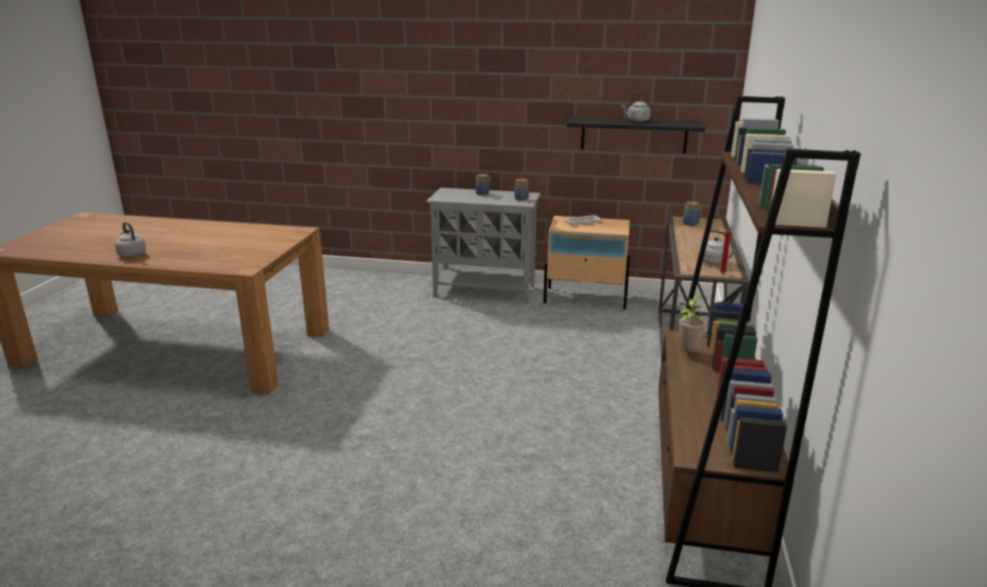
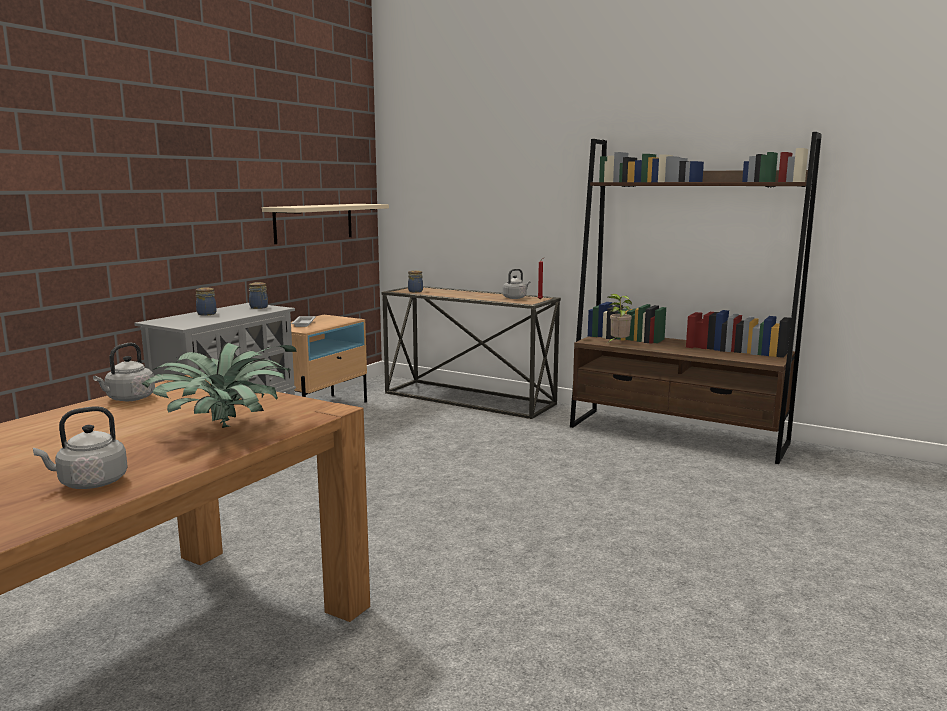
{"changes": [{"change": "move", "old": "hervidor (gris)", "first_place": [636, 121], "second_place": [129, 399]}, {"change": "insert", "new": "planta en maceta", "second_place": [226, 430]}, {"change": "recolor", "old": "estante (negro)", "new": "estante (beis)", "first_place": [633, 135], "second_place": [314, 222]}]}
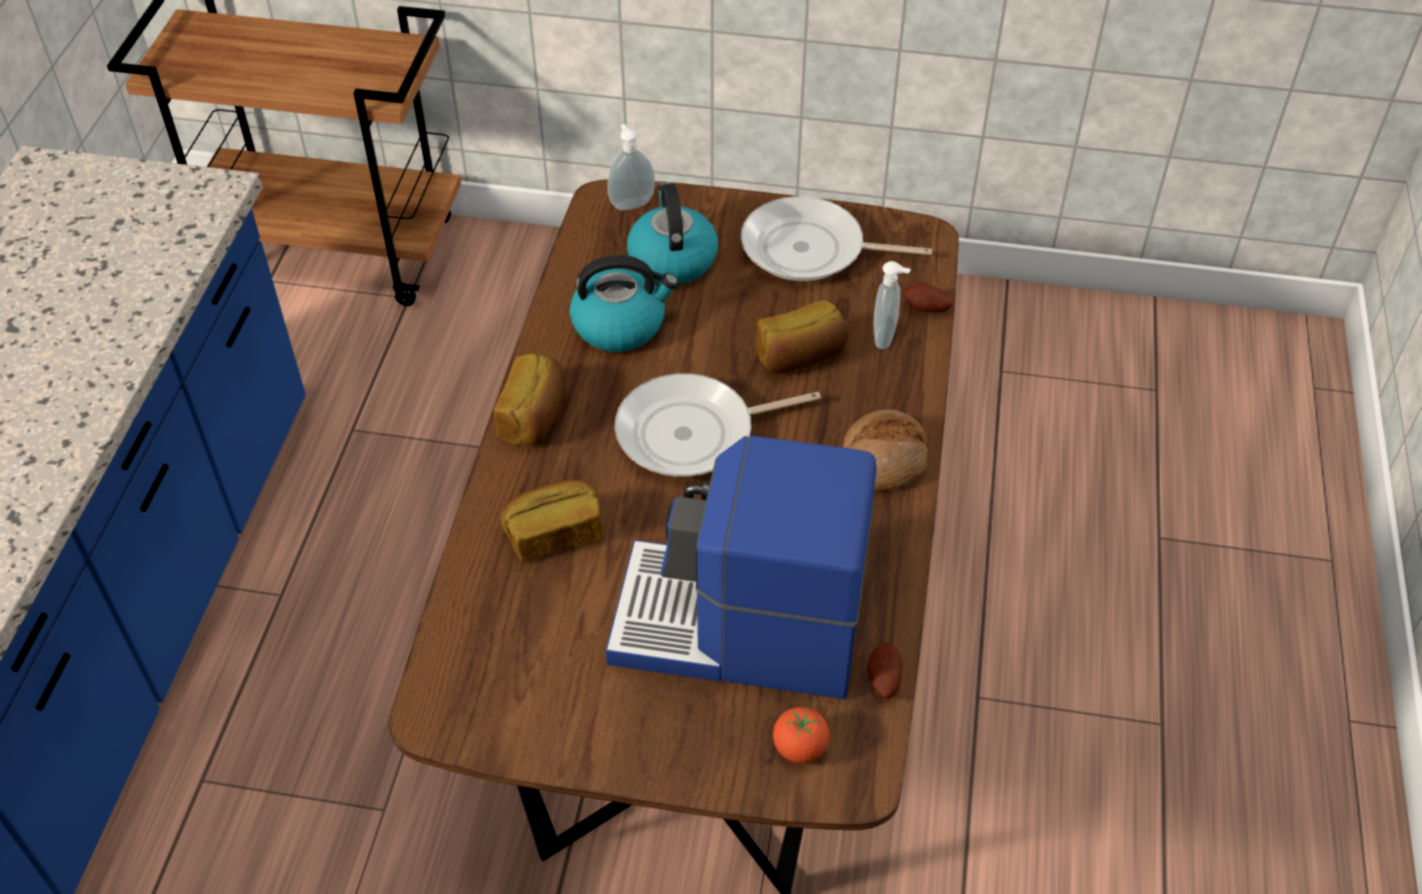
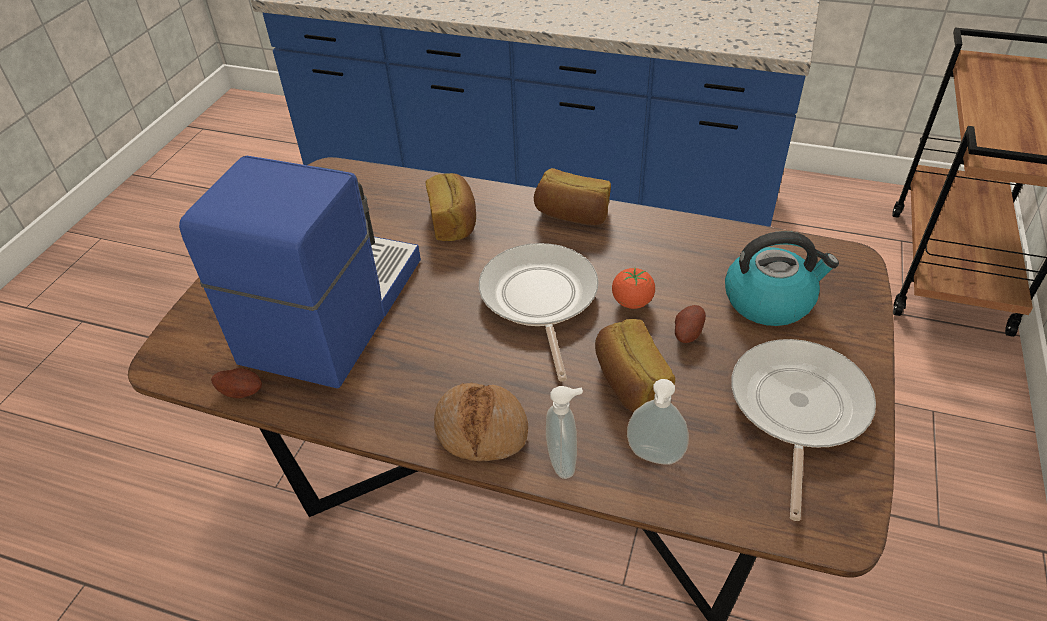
{"changes": [{"change": "move", "old": "dispensador de jabón", "first_place": [631, 203], "second_place": [564, 461]}, {"change": "move", "old": "tomate", "first_place": [800, 748], "second_place": [632, 302]}, {"change": "move", "old": "patata", "first_place": [926, 309], "second_place": [687, 333]}, {"change": "delete", "old": "hervidor", "first_place": [620, 325]}]}
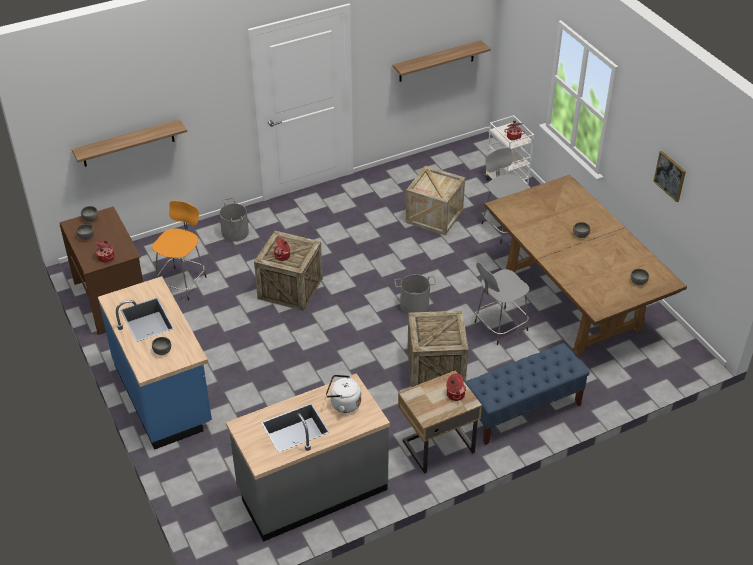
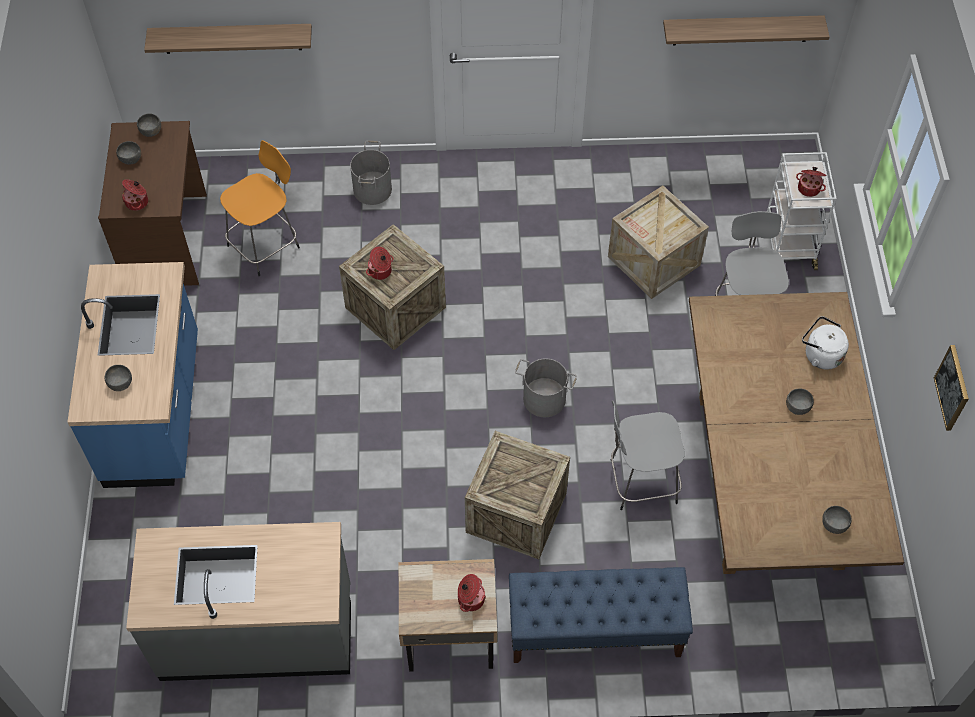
{"changes": [{"change": "move", "old": "hervidor (blanco)", "first_place": [343, 404], "second_place": [820, 354]}]}
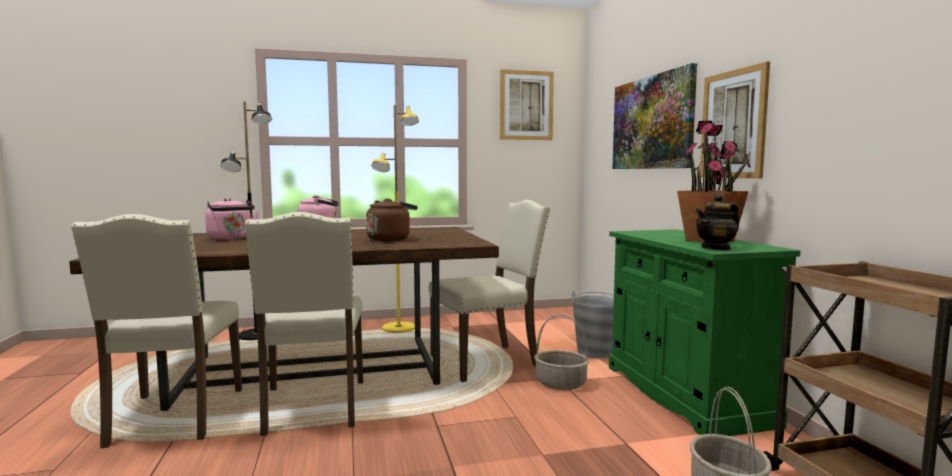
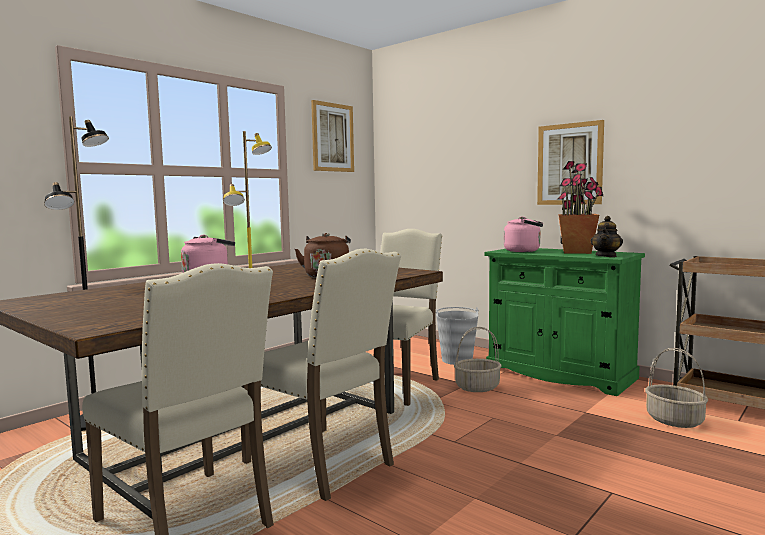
{"changes": [{"change": "move", "old": "hervidor (rosa)", "first_place": [231, 238], "second_place": [524, 251]}, {"change": "delete", "old": "cuadro", "first_place": [651, 123]}]}
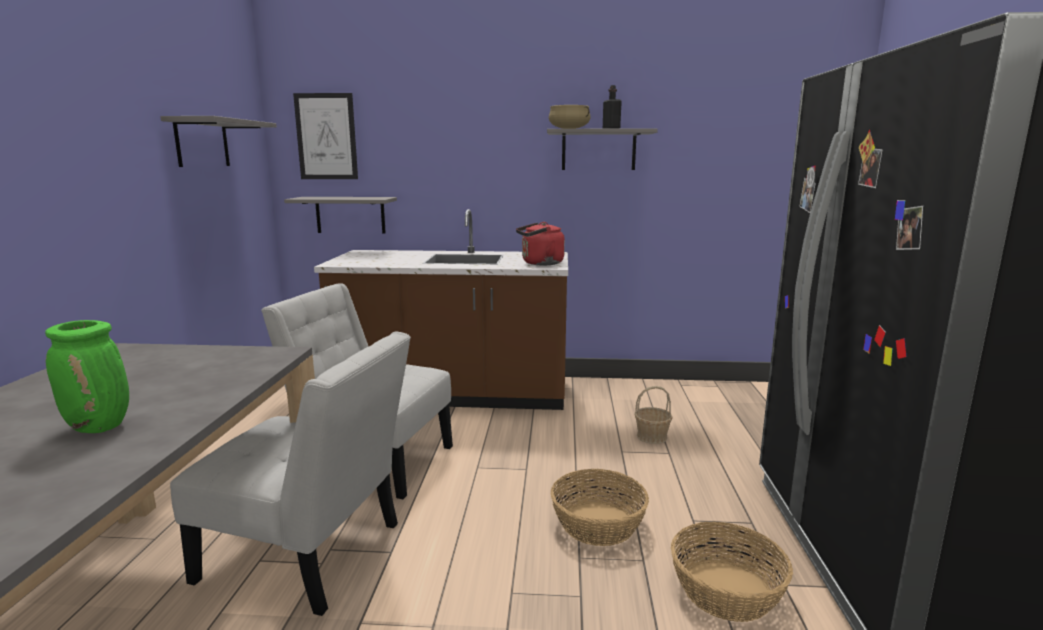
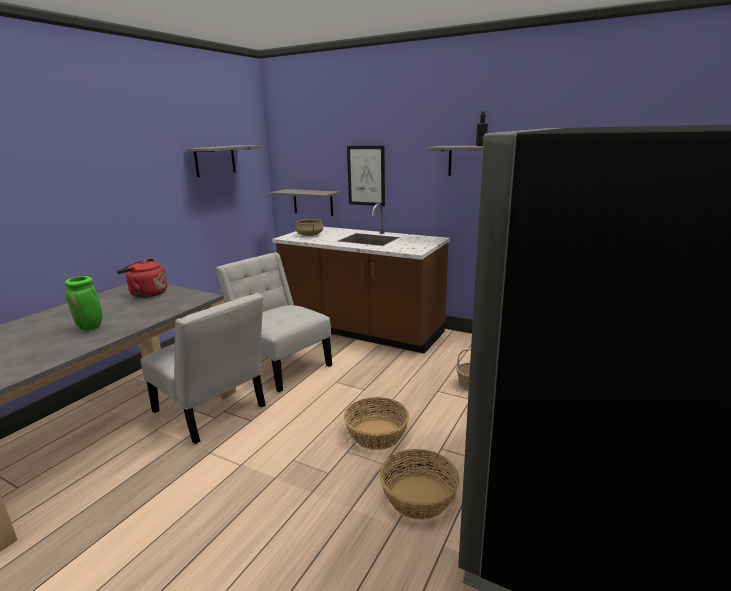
{"changes": [{"change": "move", "old": "hervidor (rojo)", "first_place": [540, 263], "second_place": [146, 294]}, {"change": "move", "old": "olla (beis)", "first_place": [569, 129], "second_place": [310, 235]}, {"change": "move", "old": "cuadro", "first_place": [326, 136], "second_place": [366, 176]}]}
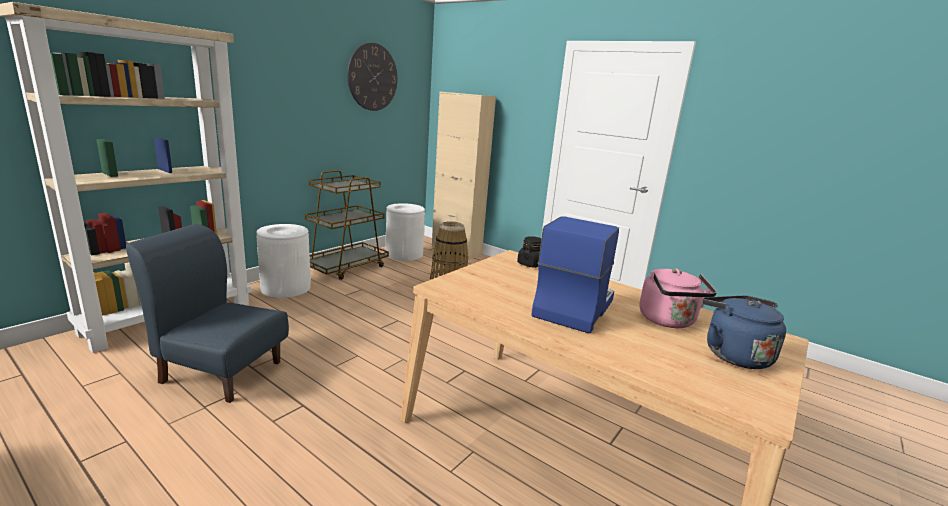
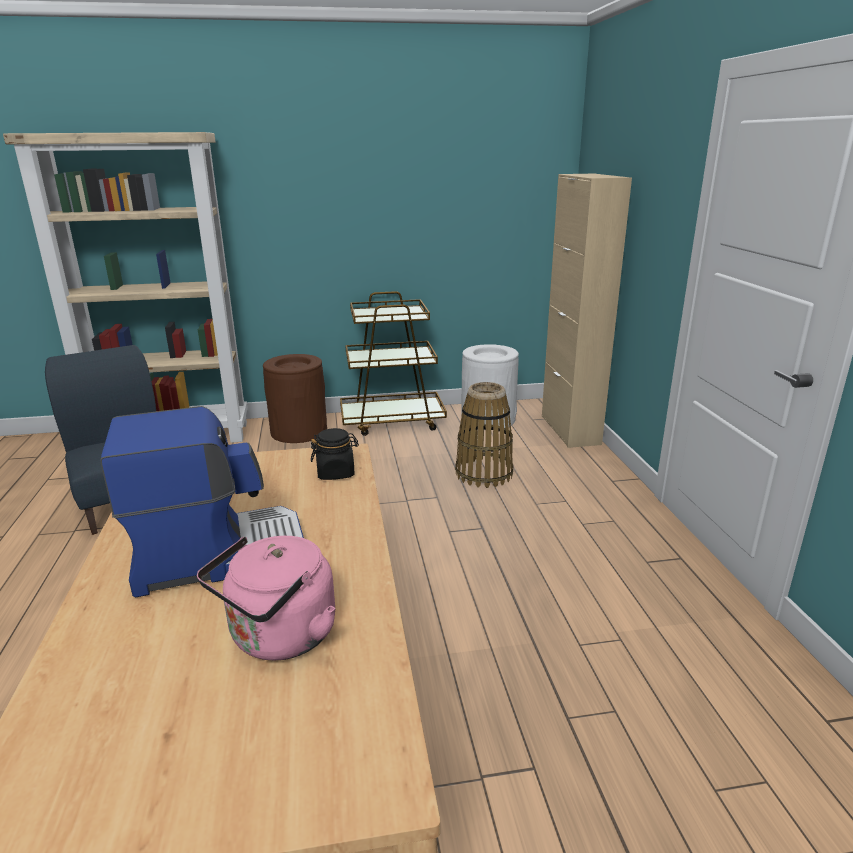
{"changes": [{"change": "recolor", "old": "papelera (blanco)", "new": "papelera (marrón)", "first_place": [286, 288], "second_place": [299, 431]}, {"change": "delete", "old": "reloj de pared", "first_place": [372, 77]}, {"change": "delete", "old": "hervidor (azul)", "first_place": [733, 354]}]}
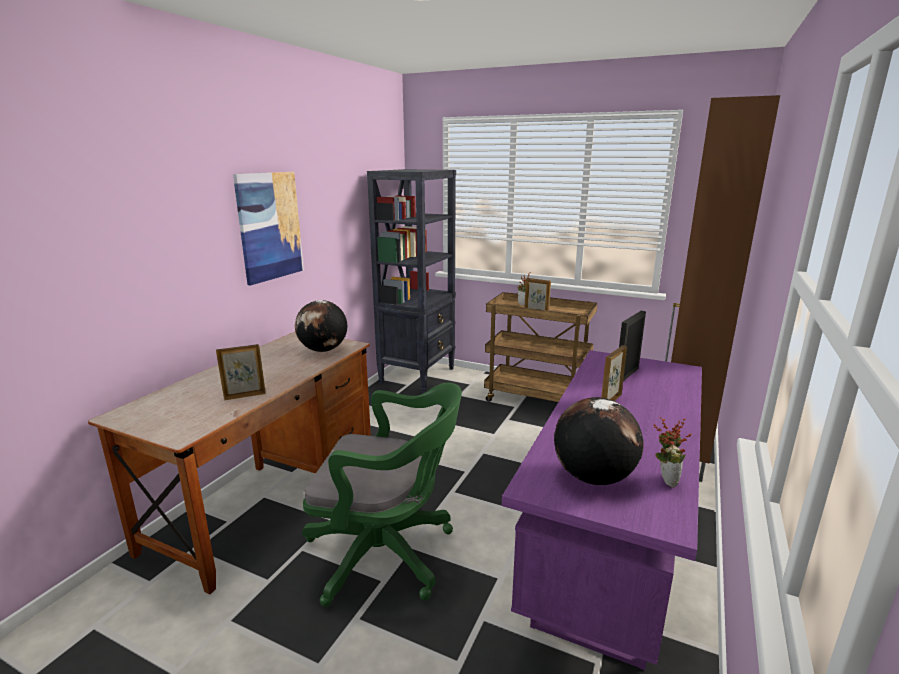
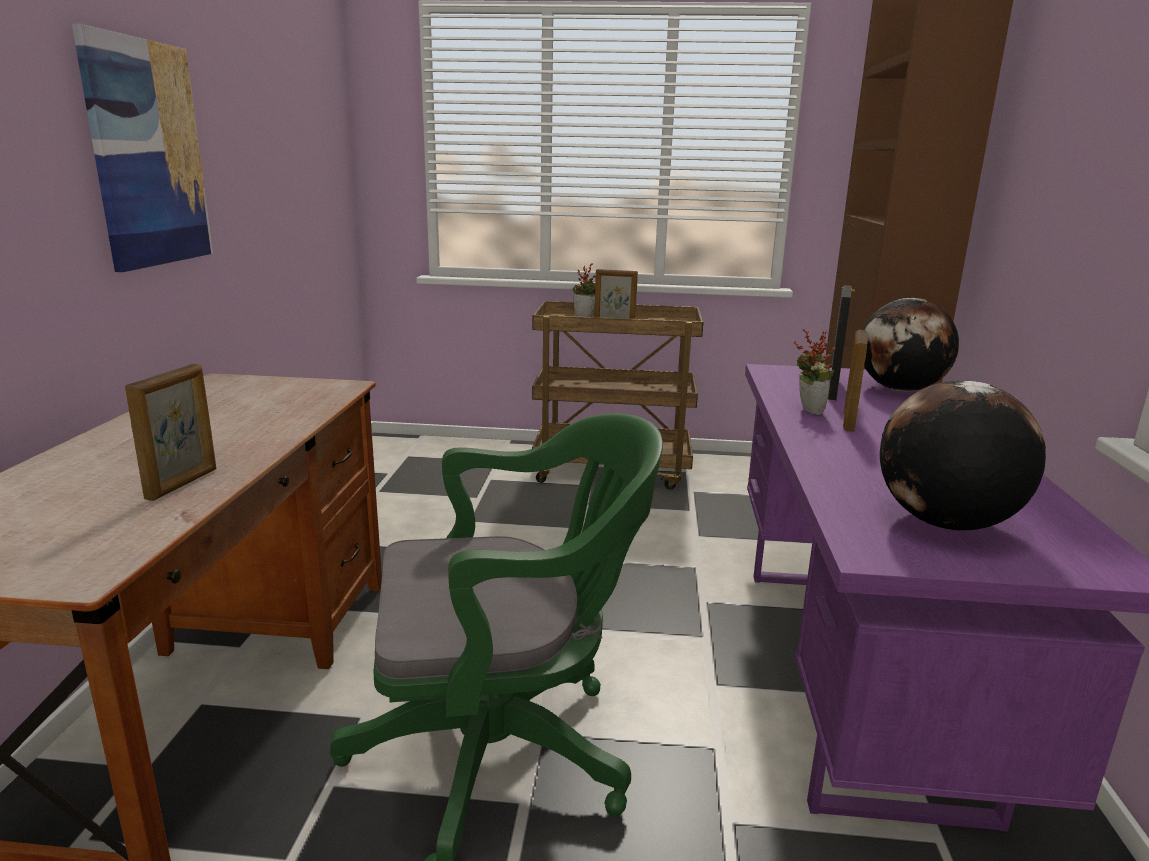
{"changes": [{"change": "rotate", "old": "portarretratos", "first_place": [244, 396], "second_place": [183, 484], "degrees": 150}, {"change": "move", "old": "planta en maceta", "first_place": [665, 479], "second_place": [807, 410]}, {"change": "move", "old": "globo terráqueo", "first_place": [323, 350], "second_place": [900, 389]}, {"change": "delete", "old": "estantería (negro)", "first_place": [418, 375]}]}
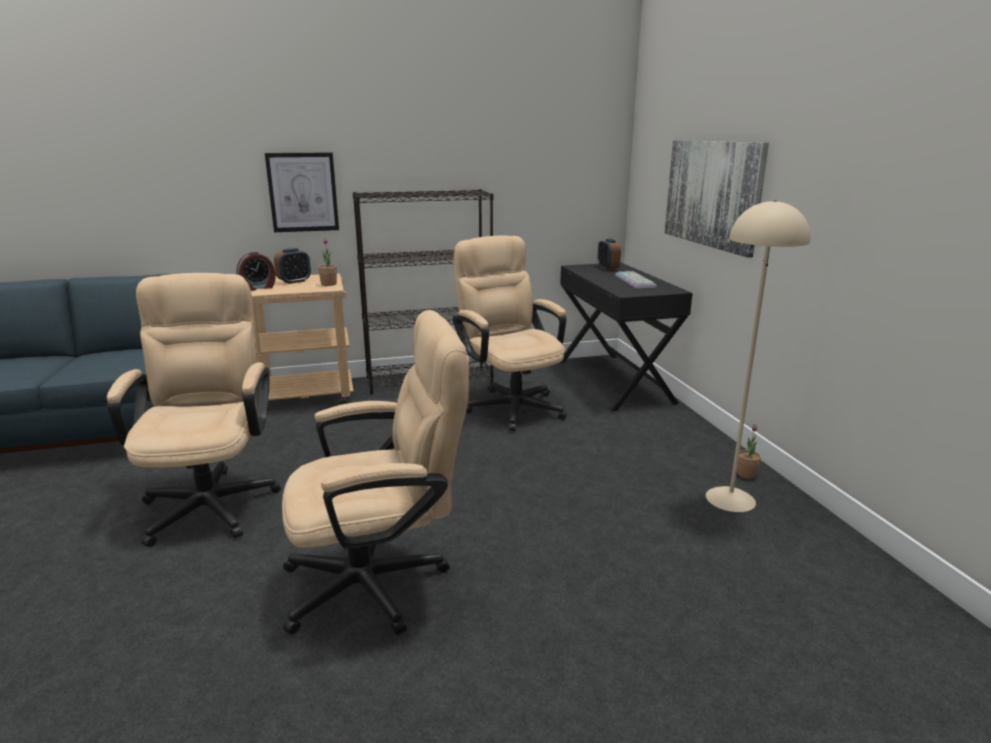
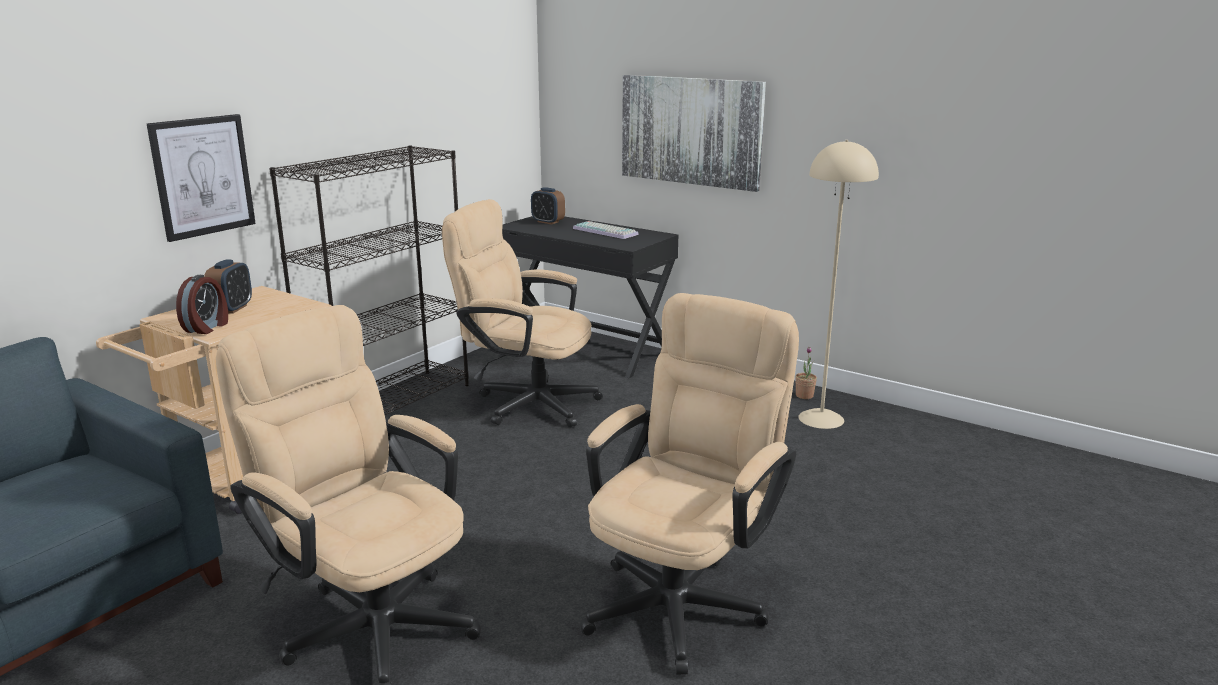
{"changes": [{"change": "delete", "old": "planta en maceta", "first_place": [329, 284]}]}
